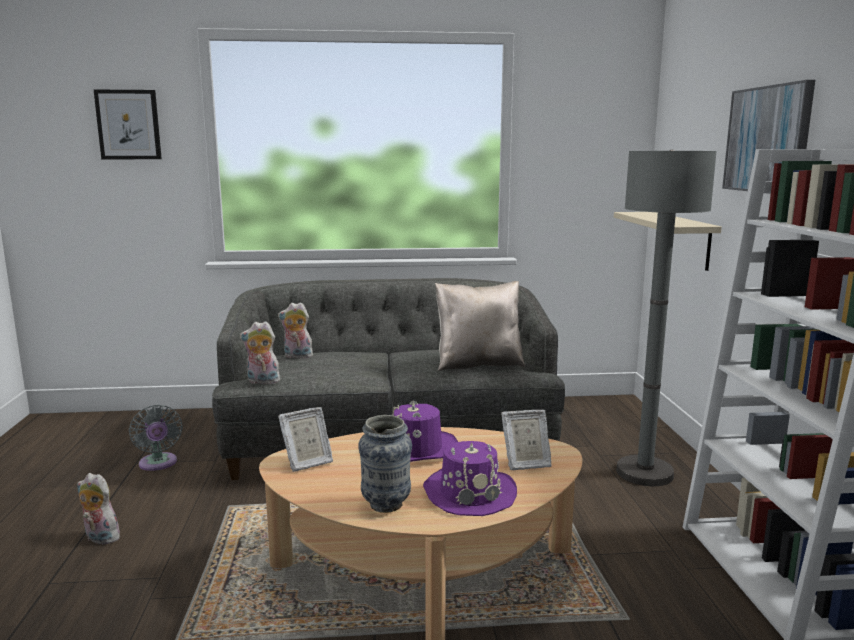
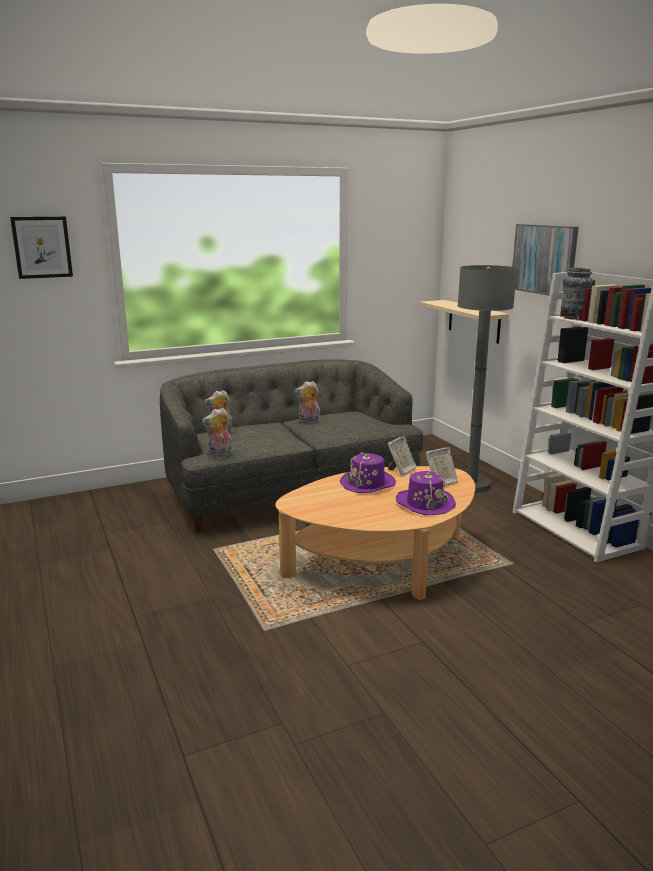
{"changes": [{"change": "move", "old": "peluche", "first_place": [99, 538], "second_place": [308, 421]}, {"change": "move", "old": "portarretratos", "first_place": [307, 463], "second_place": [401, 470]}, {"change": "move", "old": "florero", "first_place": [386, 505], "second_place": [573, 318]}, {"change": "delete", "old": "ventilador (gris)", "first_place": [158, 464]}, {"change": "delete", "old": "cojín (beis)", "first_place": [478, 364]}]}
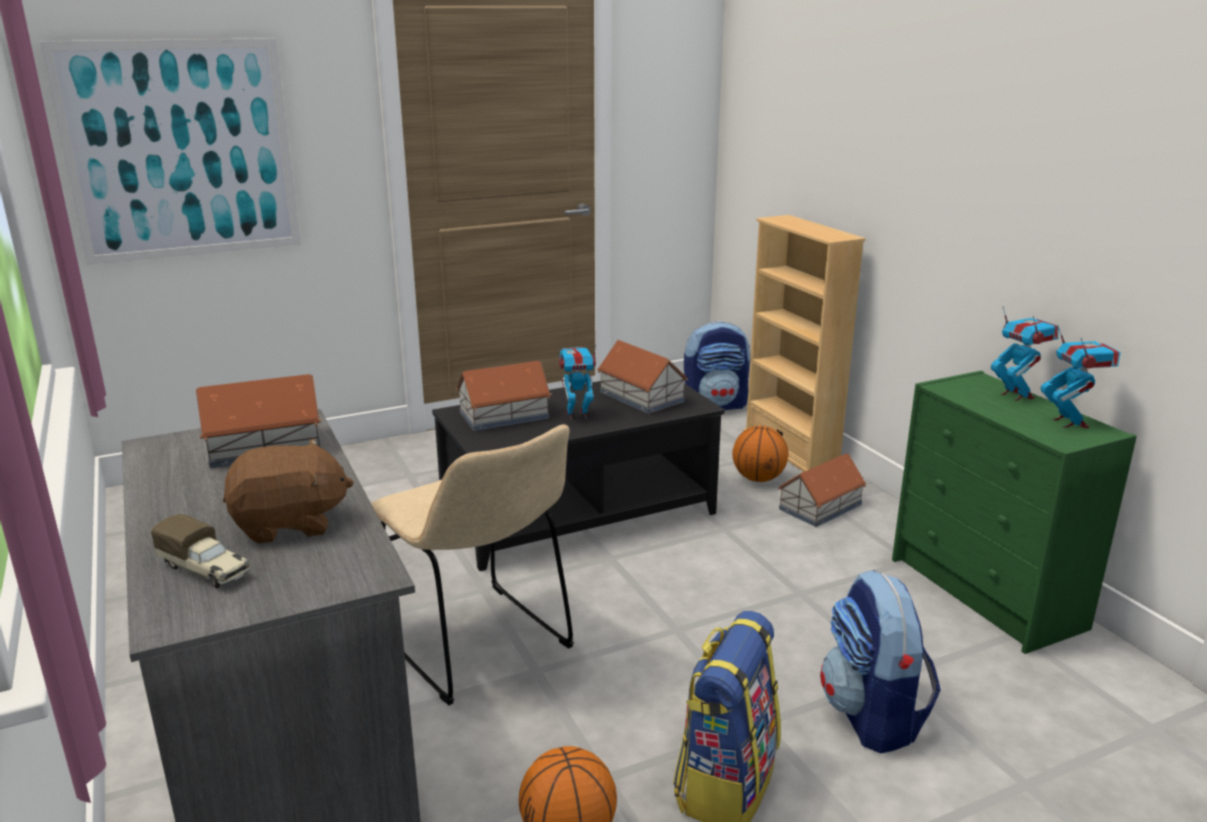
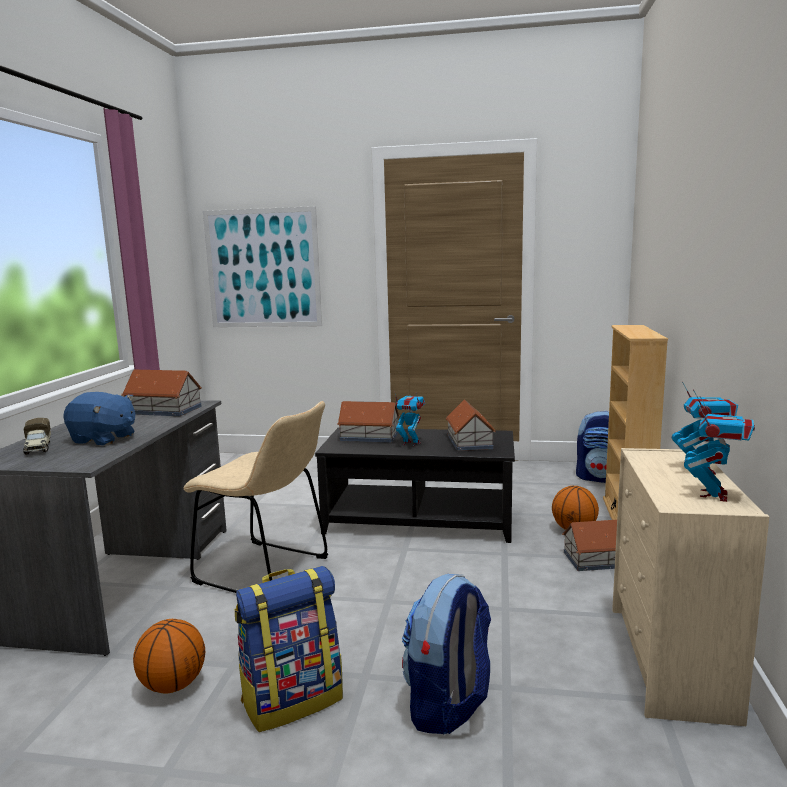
{"changes": [{"change": "recolor", "old": "peluche (marrón)", "new": "peluche (azul)", "first_place": [290, 524], "second_place": [103, 439]}, {"change": "rotate", "old": "silla (beis)", "first_place": [480, 647], "second_place": [268, 572], "degrees": -60}, {"change": "recolor", "old": "cómoda (verde)", "new": "cómoda (beis)", "first_place": [987, 594], "second_place": [671, 662]}]}
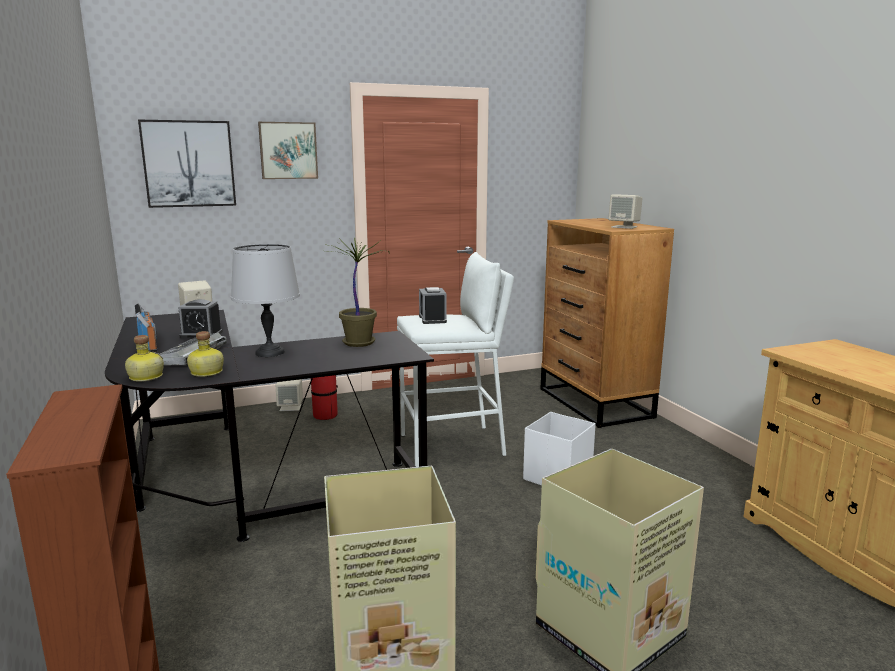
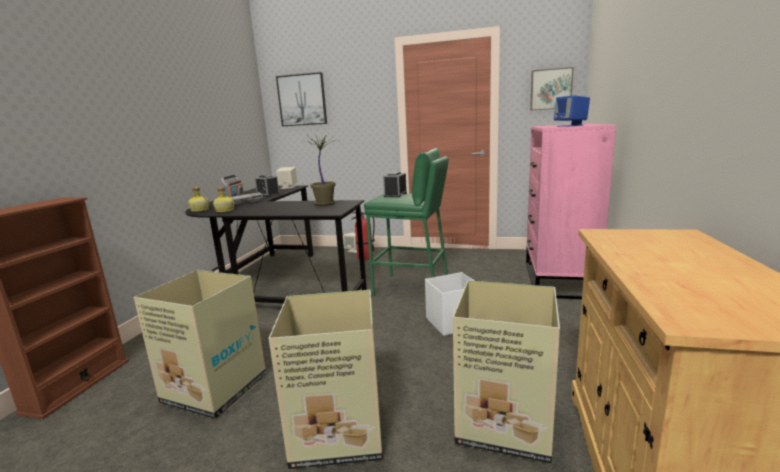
{"changes": [{"change": "recolor", "old": "taburete (blanco)", "new": "taburete (verde)", "first_place": [452, 445], "second_place": [412, 288]}, {"change": "insert", "new": "caja de cartón", "second_place": [506, 424]}, {"change": "recolor", "old": "cómoda (marrón)", "new": "cómoda (rosa)", "first_place": [595, 403], "second_place": [558, 280]}, {"change": "move", "old": "cuadro", "first_place": [288, 150], "second_place": [550, 89]}, {"change": "recolor", "old": "altavoz (beis)", "new": "altavoz (azul)", "first_place": [624, 227], "second_place": [570, 126]}, {"change": "delete", "old": "lámpara de mesa (gris)", "first_place": [270, 352]}]}
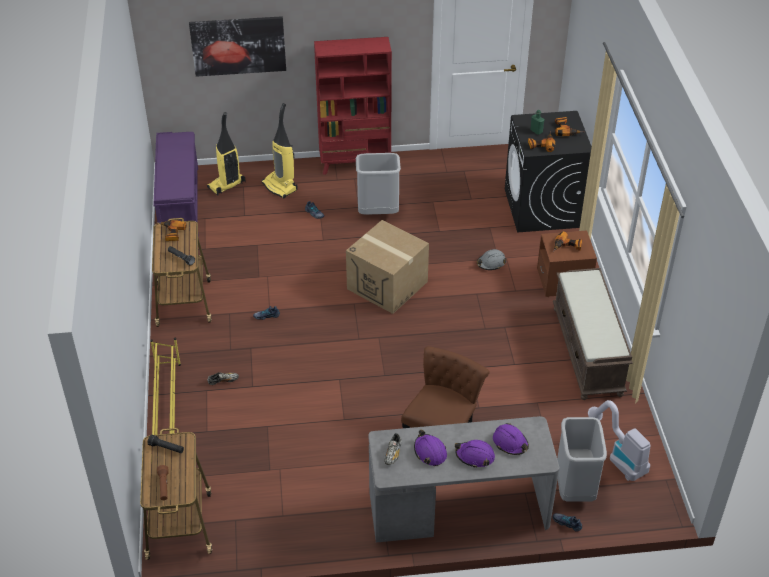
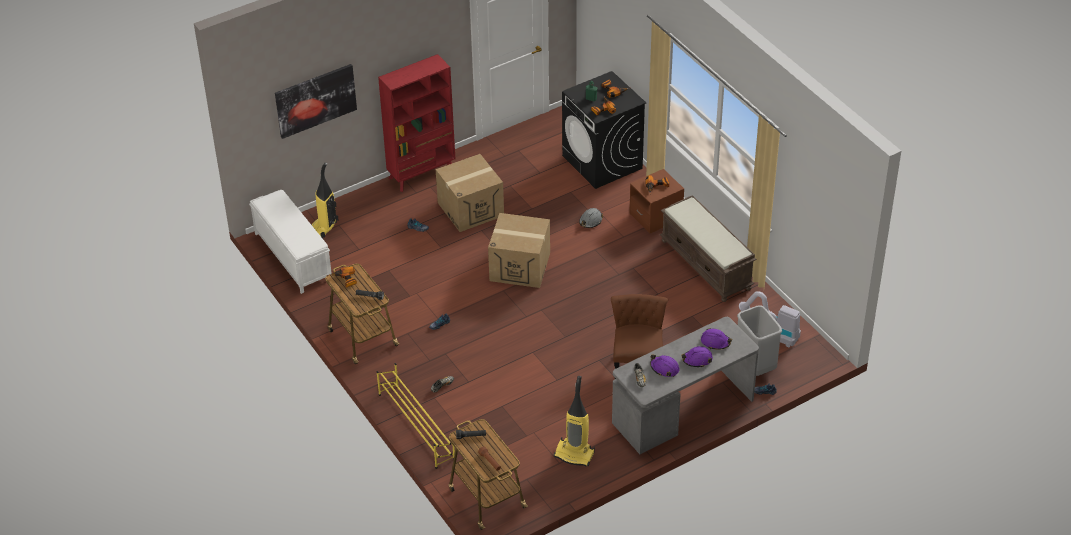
{"changes": [{"change": "recolor", "old": "banco (morado)", "new": "banco (blanco)", "first_place": [179, 202], "second_place": [292, 256]}, {"change": "replace", "old": "papelera (gris)", "new": "caja de cartón", "first_place": [378, 212], "second_place": [470, 209]}, {"change": "move", "old": "aspiradora", "first_place": [280, 186], "second_place": [575, 454]}]}
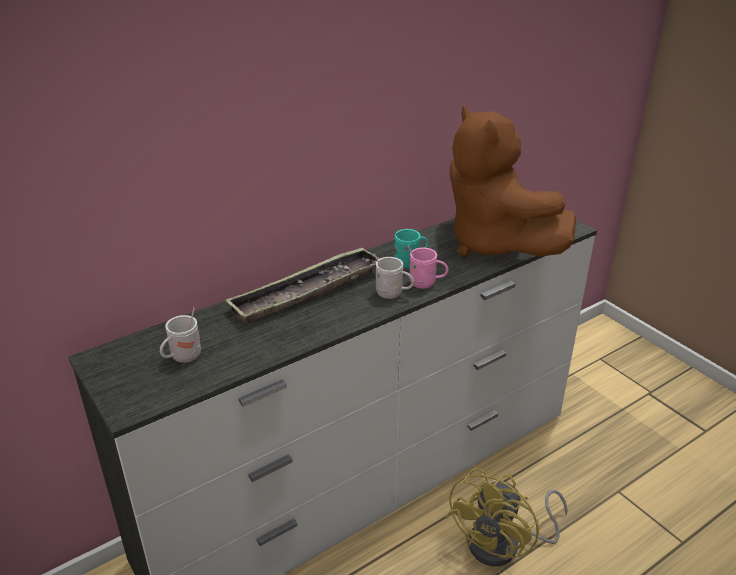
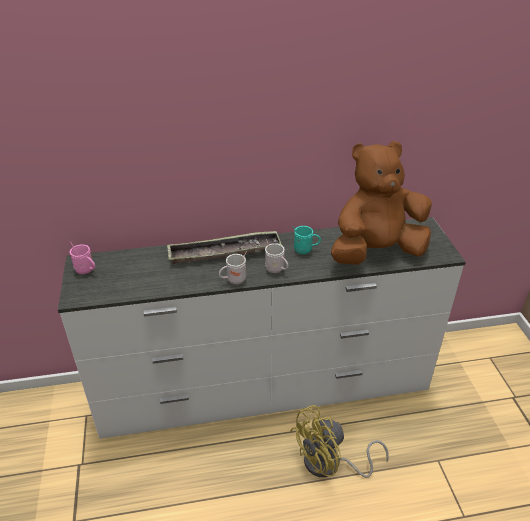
{"changes": [{"change": "move", "old": "taza grande (rosa)", "first_place": [426, 284], "second_place": [87, 271]}, {"change": "move", "old": "taza grande (blanco)", "first_place": [182, 358], "second_place": [233, 280]}, {"change": "rotate", "old": "peluche (marrón)", "first_place": [494, 244], "second_place": [376, 252], "degrees": 75}]}
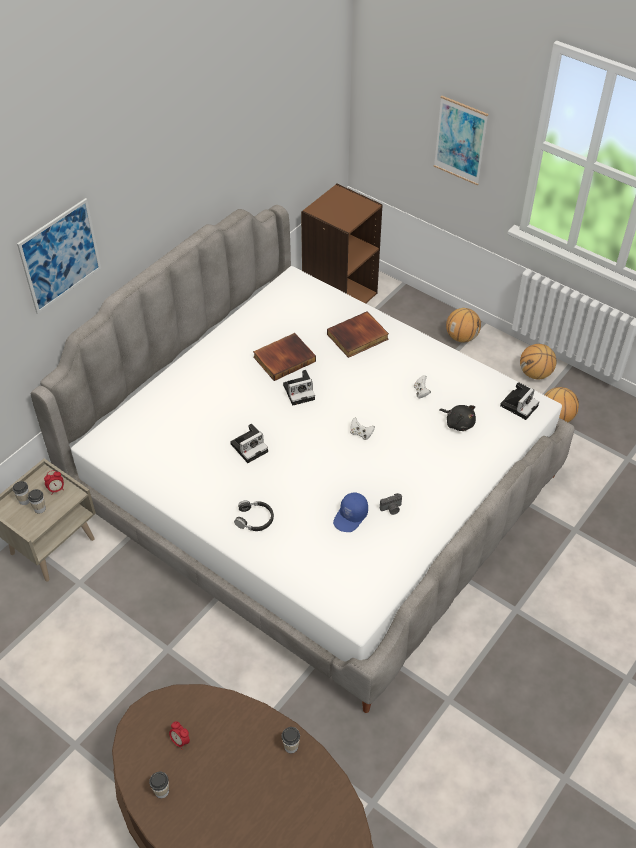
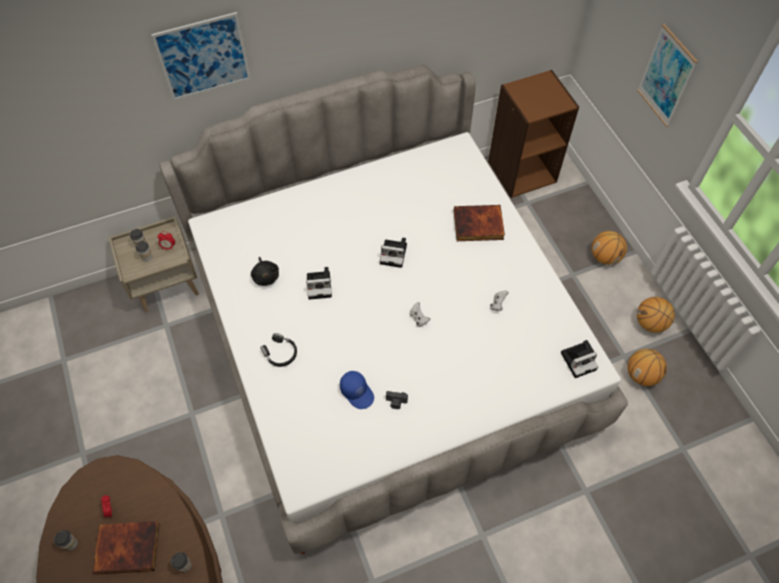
{"changes": [{"change": "move", "old": "libro", "first_place": [284, 358], "second_place": [128, 546]}, {"change": "move", "old": "peluche (negro)", "first_place": [458, 423], "second_place": [266, 276]}, {"change": "rotate", "old": "gorra (azul)", "first_place": [351, 517], "second_place": [357, 392], "degrees": -105}]}
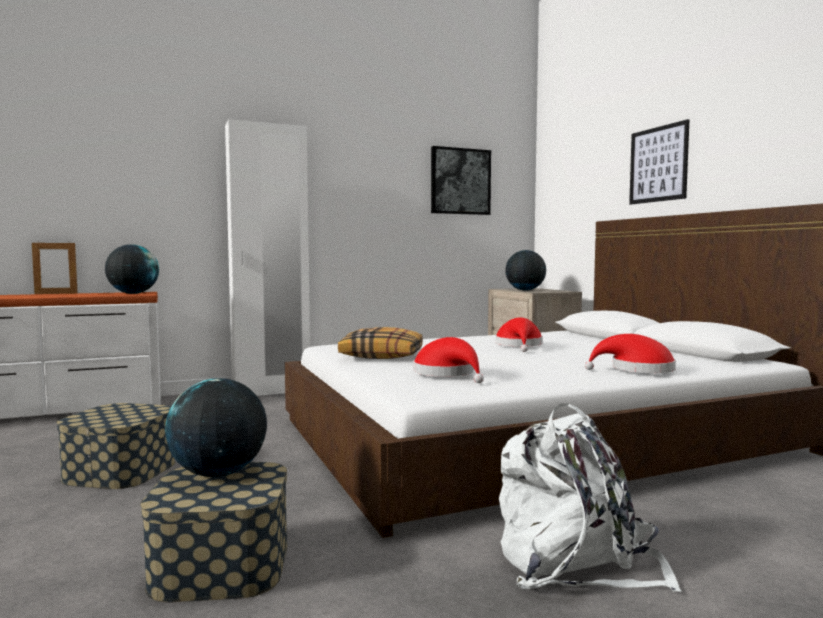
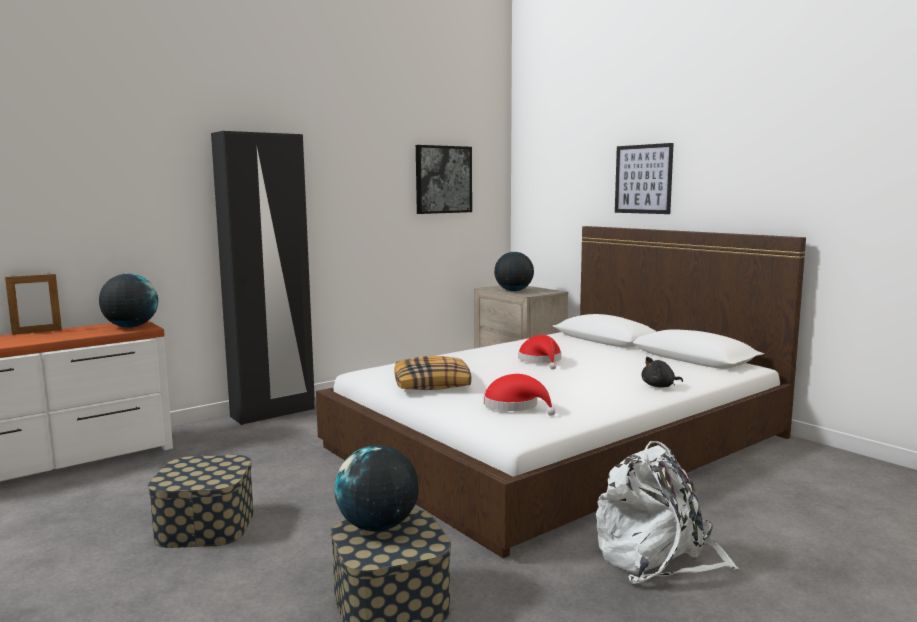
{"changes": [{"change": "recolor", "old": "armario ropero (blanco)", "new": "armario ropero (negro)", "first_place": [271, 391], "second_place": [273, 413]}, {"change": "replace", "old": "sombrero (rojo)", "new": "peluche (negro)", "first_place": [637, 370], "second_place": [660, 386]}]}
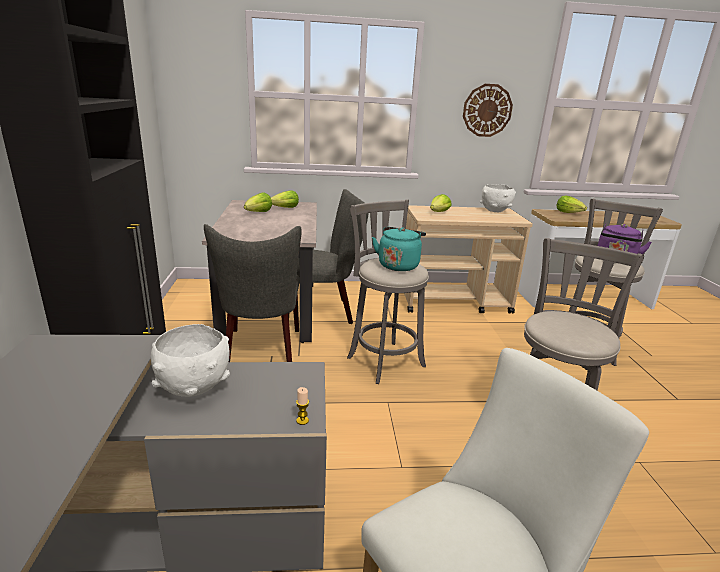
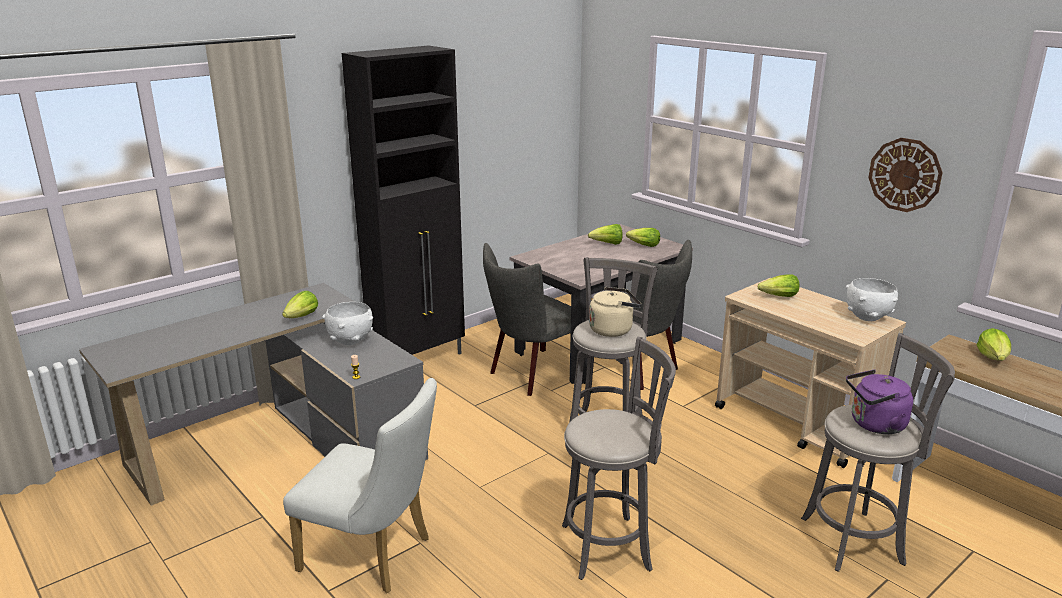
{"changes": [{"change": "insert", "new": "lechuga", "second_place": [302, 317]}, {"change": "recolor", "old": "hervidor (turquesa)", "new": "hervidor (beis)", "first_place": [398, 265], "second_place": [613, 329]}]}
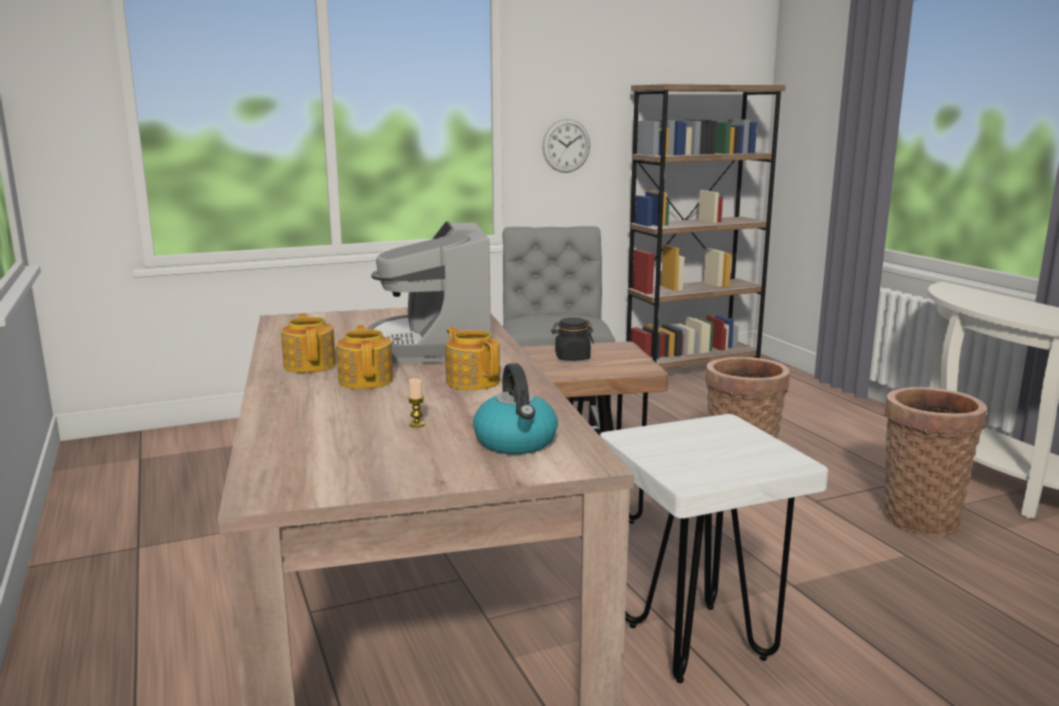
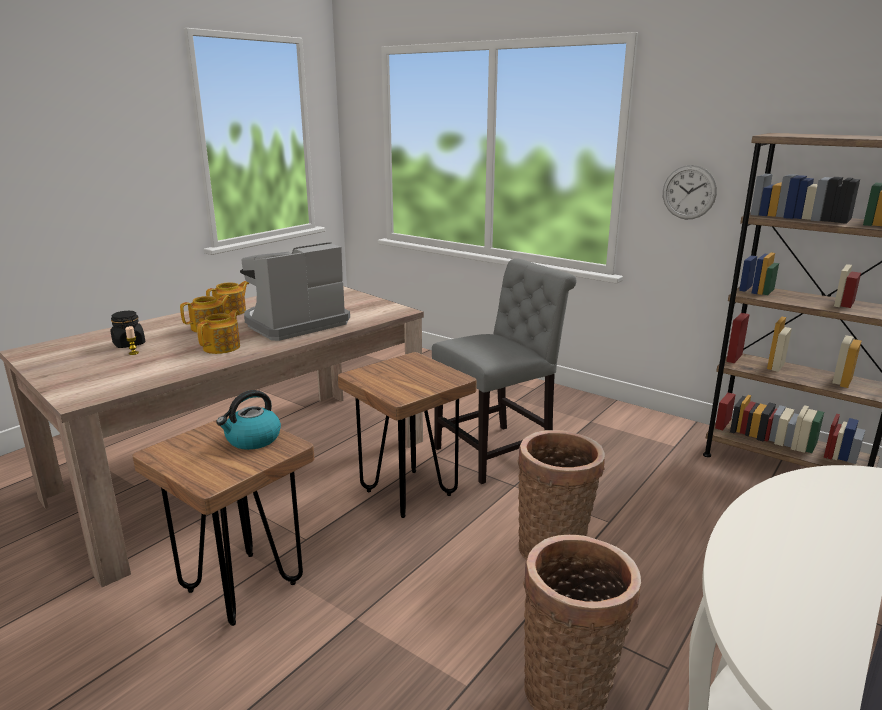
{"changes": [{"change": "move", "old": "tarro (negro)", "first_place": [572, 357], "second_place": [129, 344]}, {"change": "recolor", "old": "taburete (blanco)", "new": "taburete (marrón)", "first_place": [696, 642], "second_place": [242, 587]}, {"change": "move", "old": "hervidor", "first_place": [516, 442], "second_place": [252, 440]}]}
